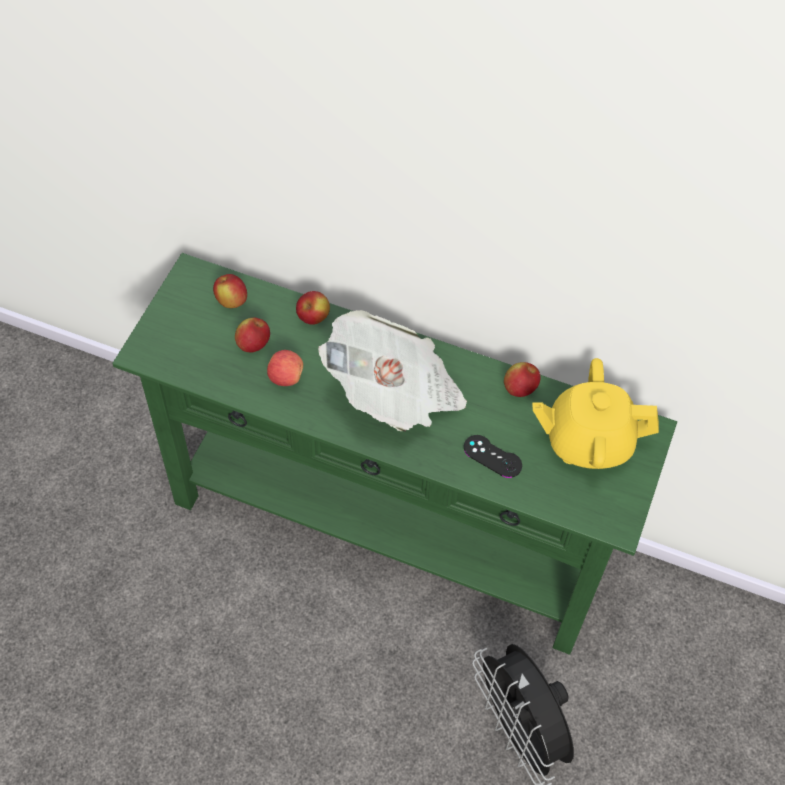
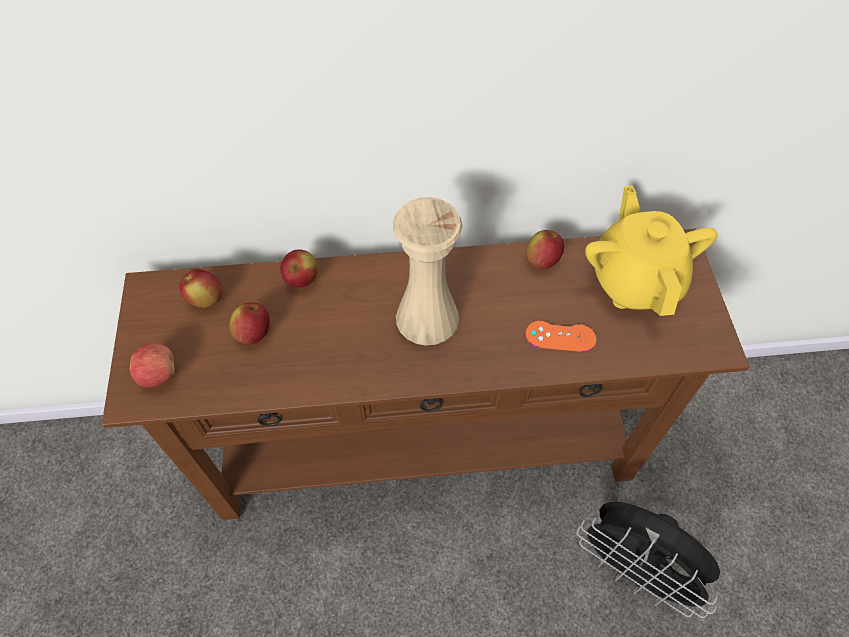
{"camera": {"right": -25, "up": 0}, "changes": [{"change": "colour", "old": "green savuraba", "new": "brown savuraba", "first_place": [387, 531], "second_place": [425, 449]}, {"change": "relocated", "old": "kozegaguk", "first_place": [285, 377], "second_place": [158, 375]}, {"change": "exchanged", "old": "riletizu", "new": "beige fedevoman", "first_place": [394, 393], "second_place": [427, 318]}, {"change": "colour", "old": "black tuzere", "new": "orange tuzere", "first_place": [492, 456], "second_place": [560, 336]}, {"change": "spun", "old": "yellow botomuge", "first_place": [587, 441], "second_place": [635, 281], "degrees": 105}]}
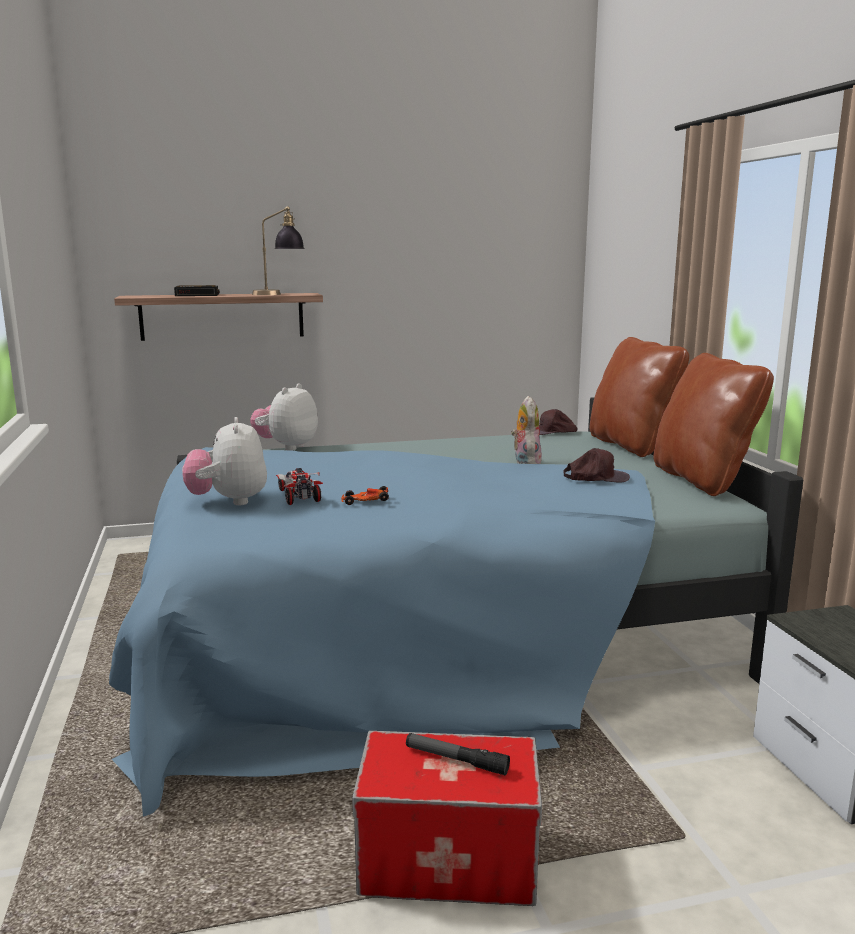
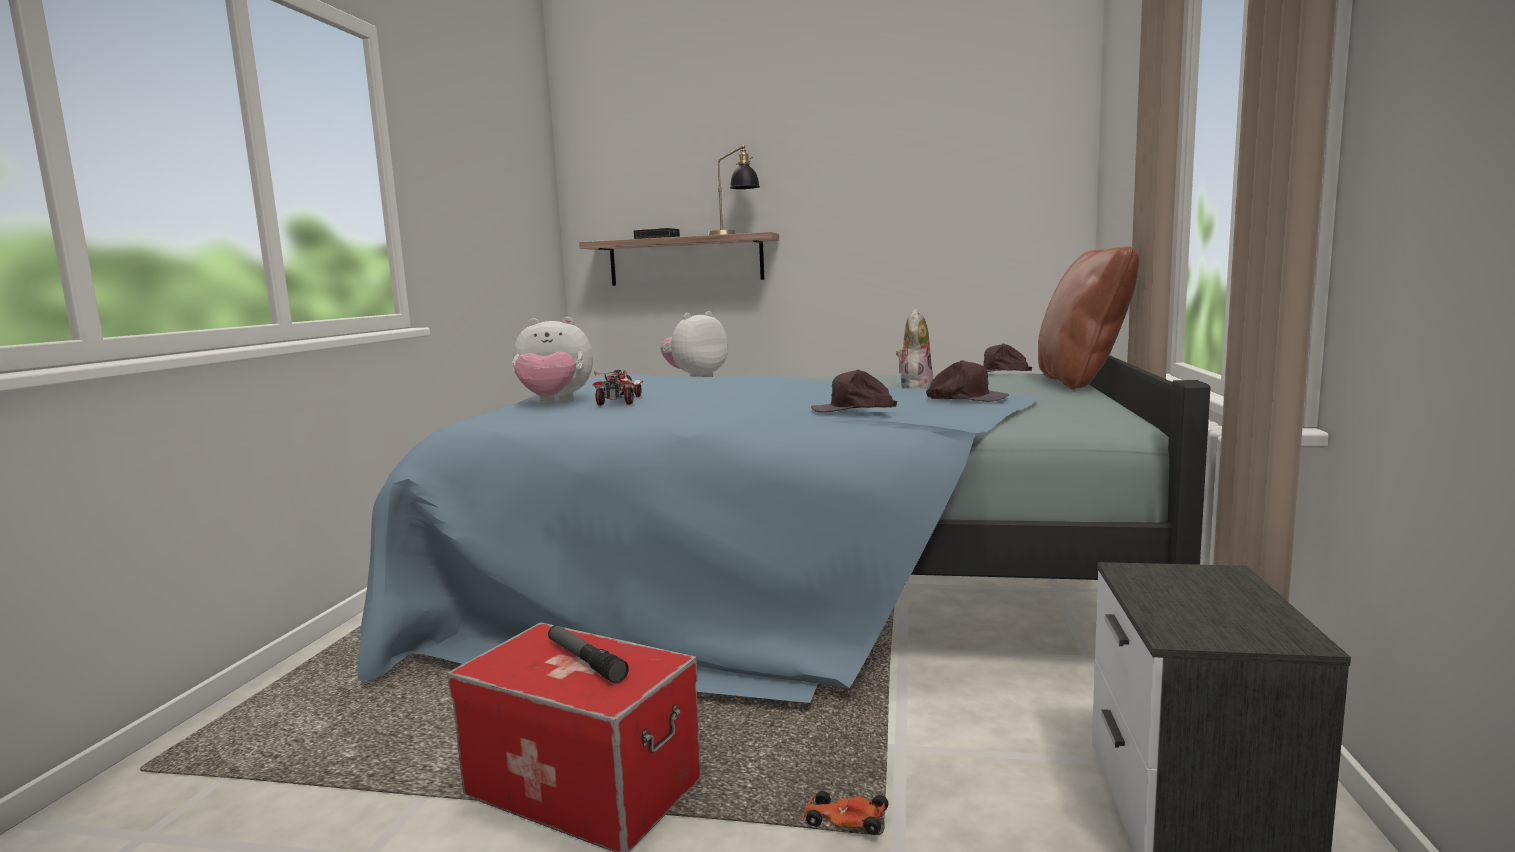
{"camera": {"right": 25, "up": -5}, "changes": [{"change": "spun", "old": "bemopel", "first_place": [228, 501], "second_place": [554, 402], "degrees": -105}, {"change": "relocated", "old": "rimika", "first_place": [364, 501], "second_place": [844, 821]}, {"change": "appeared", "new": "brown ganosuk", "second_place": [853, 409]}, {"change": "missing", "old": "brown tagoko", "first_place": [702, 480]}]}
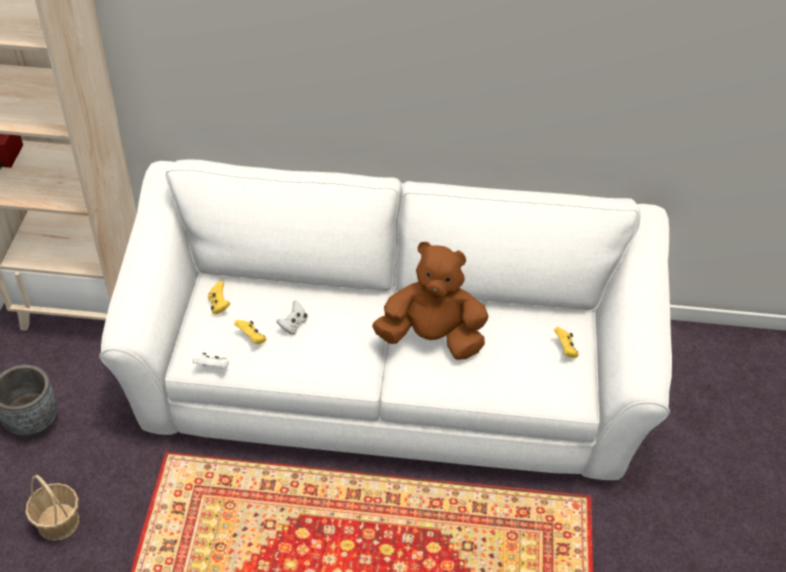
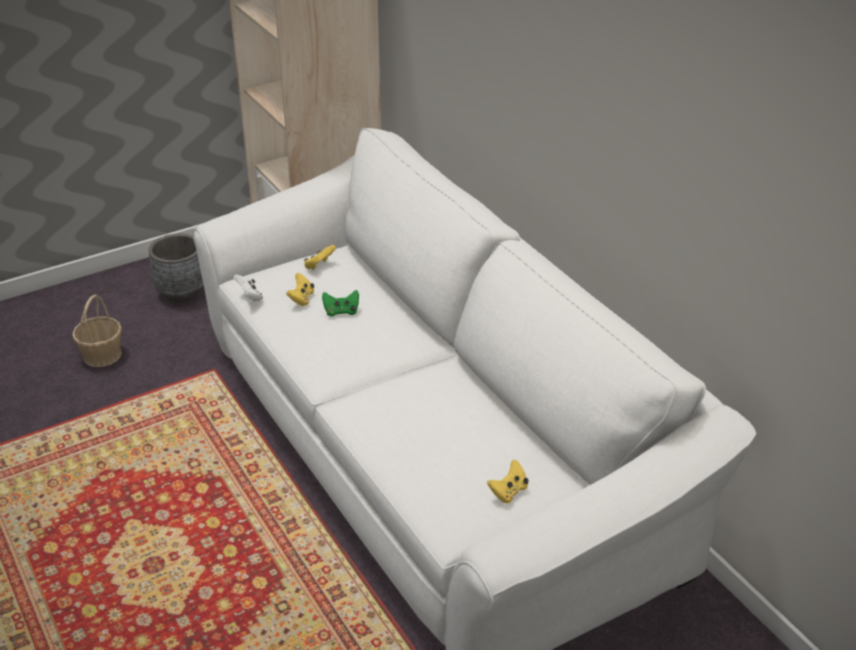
{"camera": {"right": 55, "up": -10}, "changes": [{"change": "colour", "old": "white tuzere", "new": "green tuzere", "first_place": [293, 325], "second_place": [341, 312]}, {"change": "missing", "old": "brown bemopel", "first_place": [431, 338]}]}
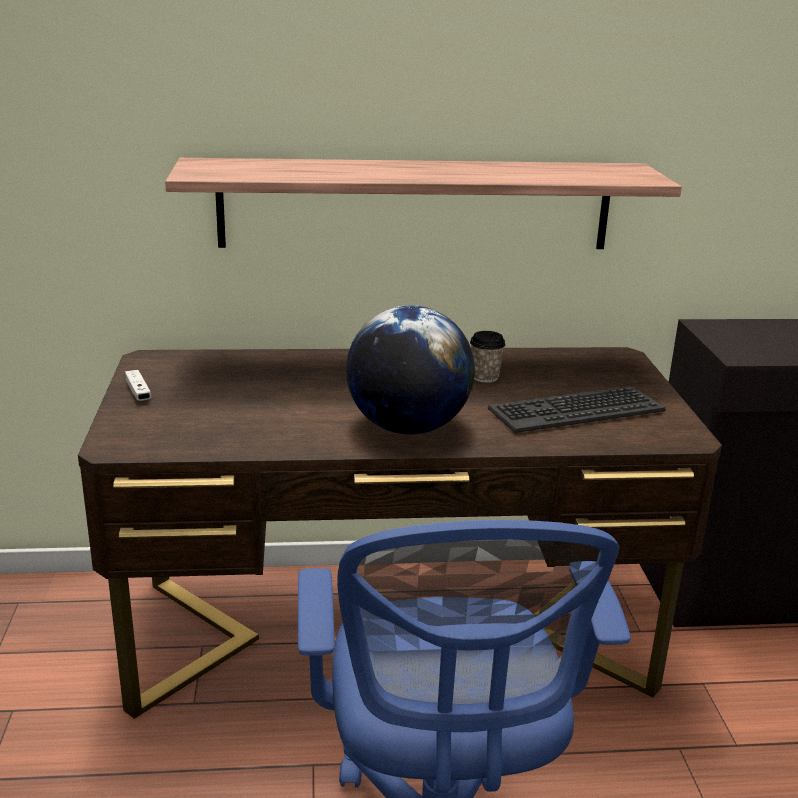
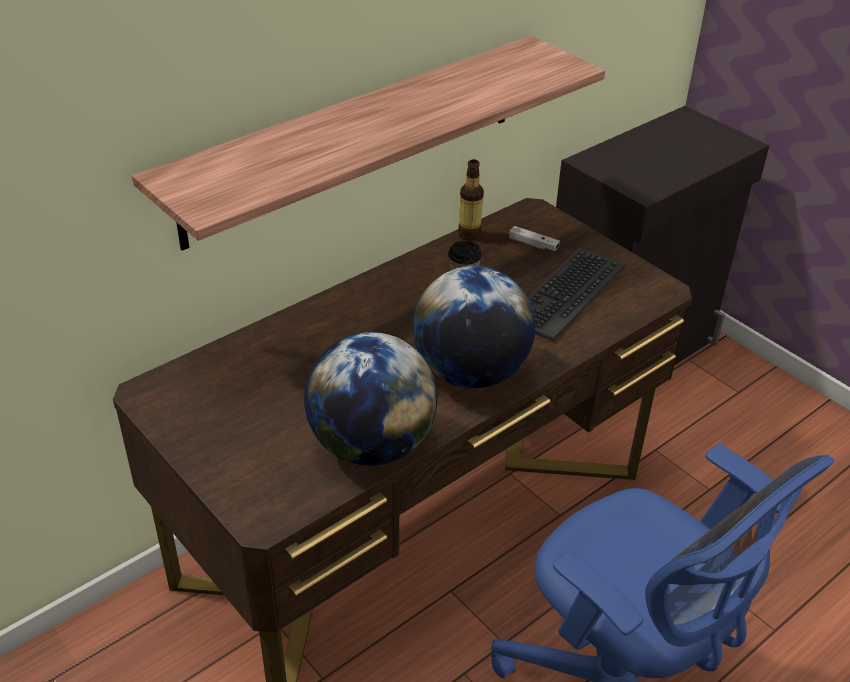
{"camera": {"right": -35, "up": 15}, "changes": [{"change": "appeared", "new": "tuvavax", "second_place": [371, 445]}, {"change": "appeared", "new": "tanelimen", "second_place": [469, 234]}, {"change": "relocated", "old": "white tuzere", "first_place": [138, 392], "second_place": [533, 244]}]}
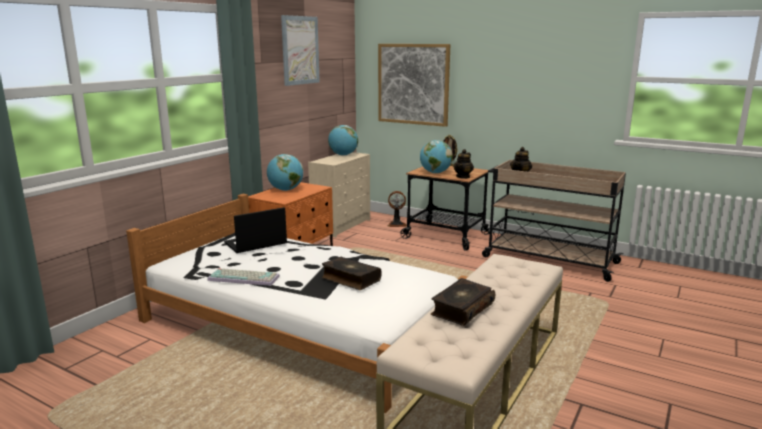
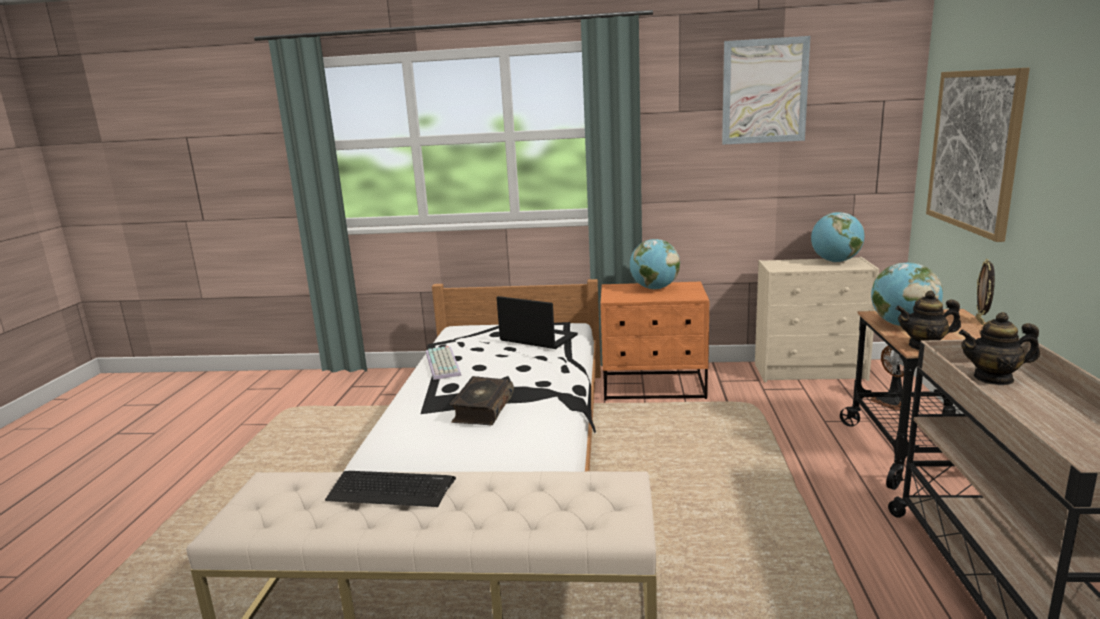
{"camera": {"right": 65, "up": 0}, "changes": [{"change": "exchanged", "old": "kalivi", "new": "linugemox", "first_place": [461, 309], "second_place": [391, 490]}]}
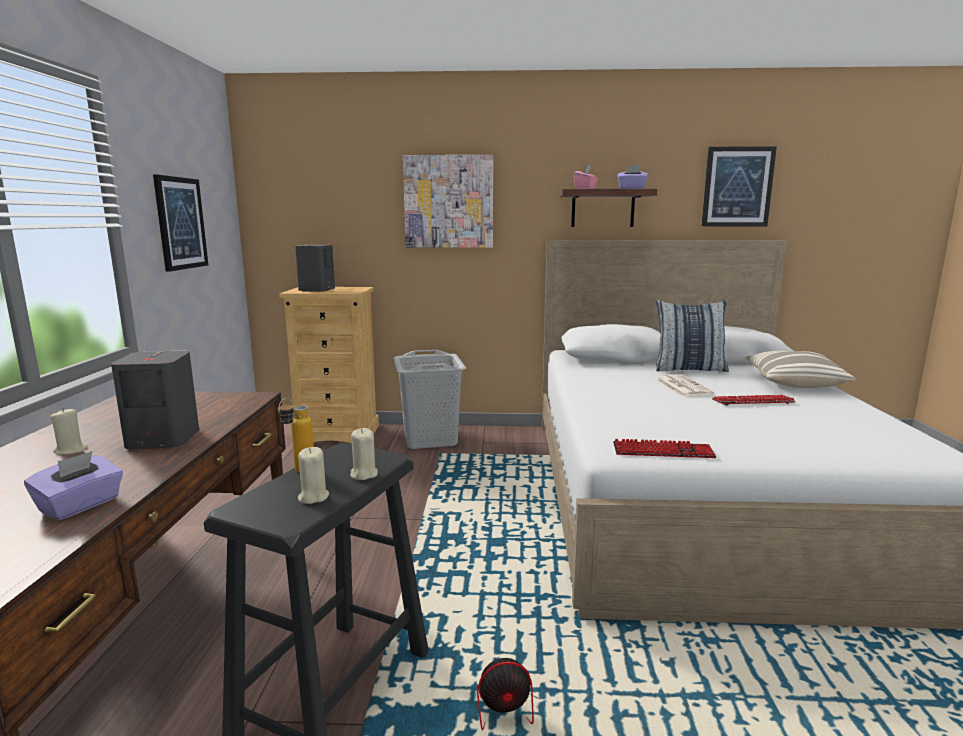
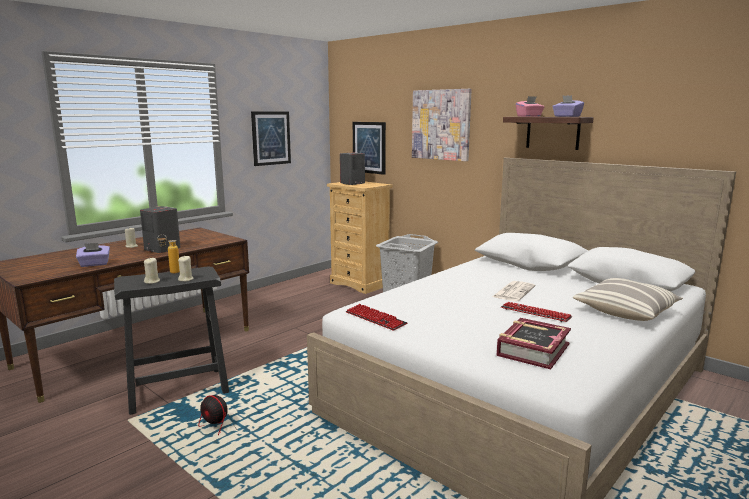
{"camera": {"right": 40, "up": 0}, "changes": [{"change": "relocated", "old": "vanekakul", "first_place": [737, 187], "second_place": [369, 147]}, {"change": "appeared", "new": "kalivi", "second_place": [532, 350]}, {"change": "missing", "old": "tagoko", "first_place": [689, 369]}]}
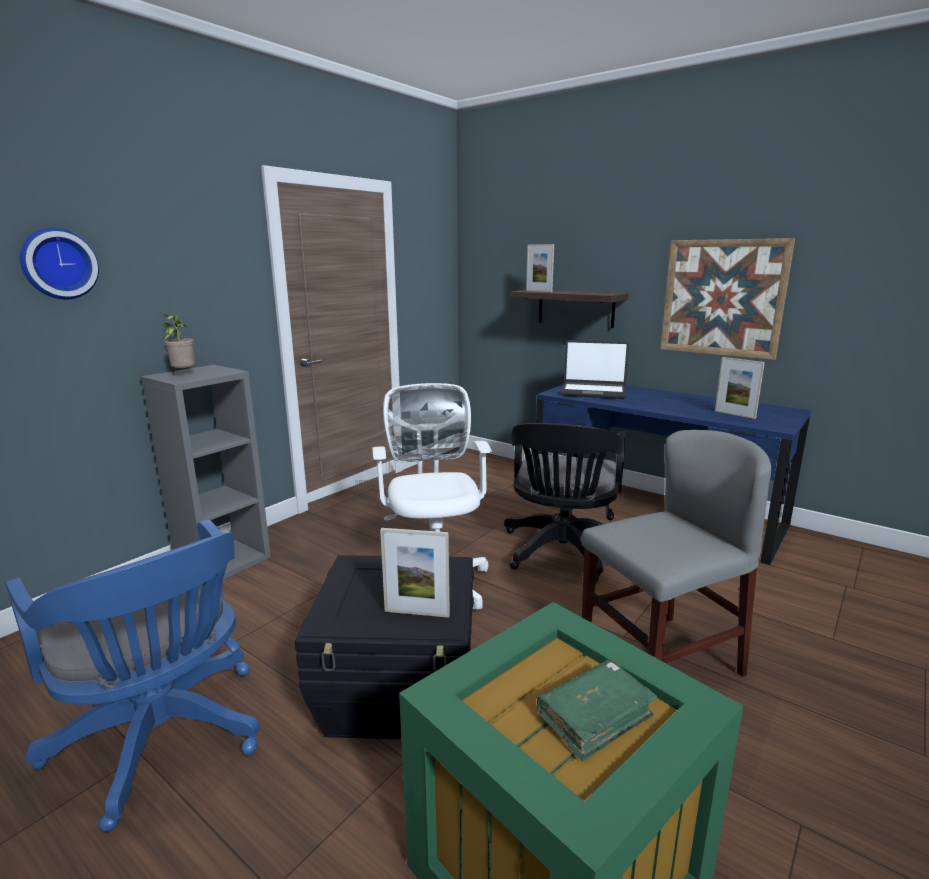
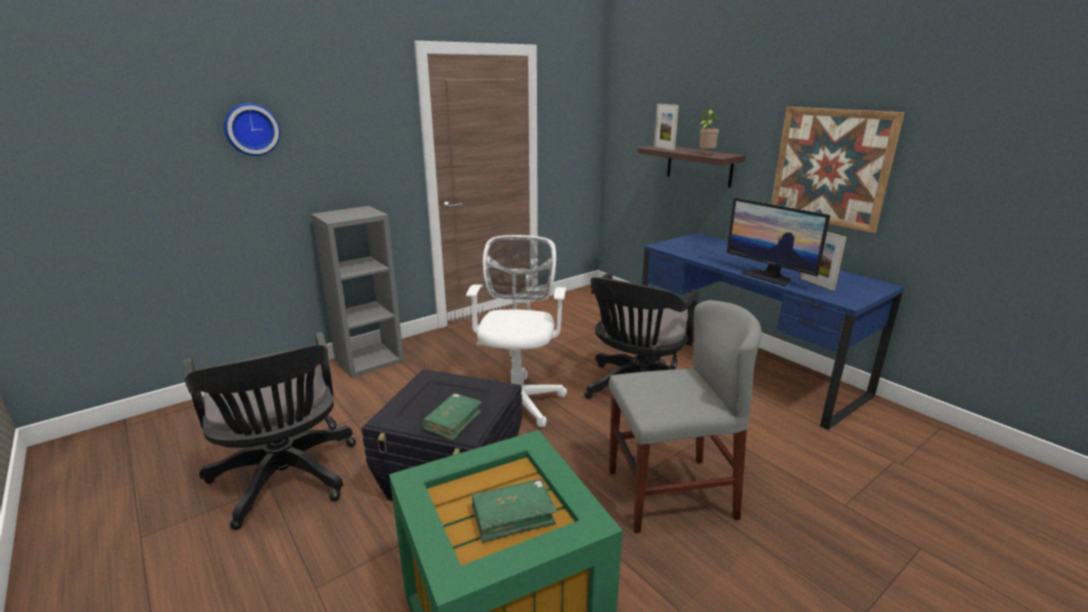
{"camera": {"right": 15, "up": 5}, "changes": [{"change": "colour", "old": "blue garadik", "new": "black garadik", "first_place": [164, 741], "second_place": [286, 481]}, {"change": "exchanged", "old": "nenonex", "new": "green kalivi", "first_place": [417, 613], "second_place": [453, 422]}, {"change": "relocated", "old": "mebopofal", "first_place": [183, 374], "second_place": [705, 154]}, {"change": "appeared", "new": "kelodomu", "second_place": [769, 277]}, {"change": "missing", "old": "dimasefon", "first_place": [593, 392]}]}
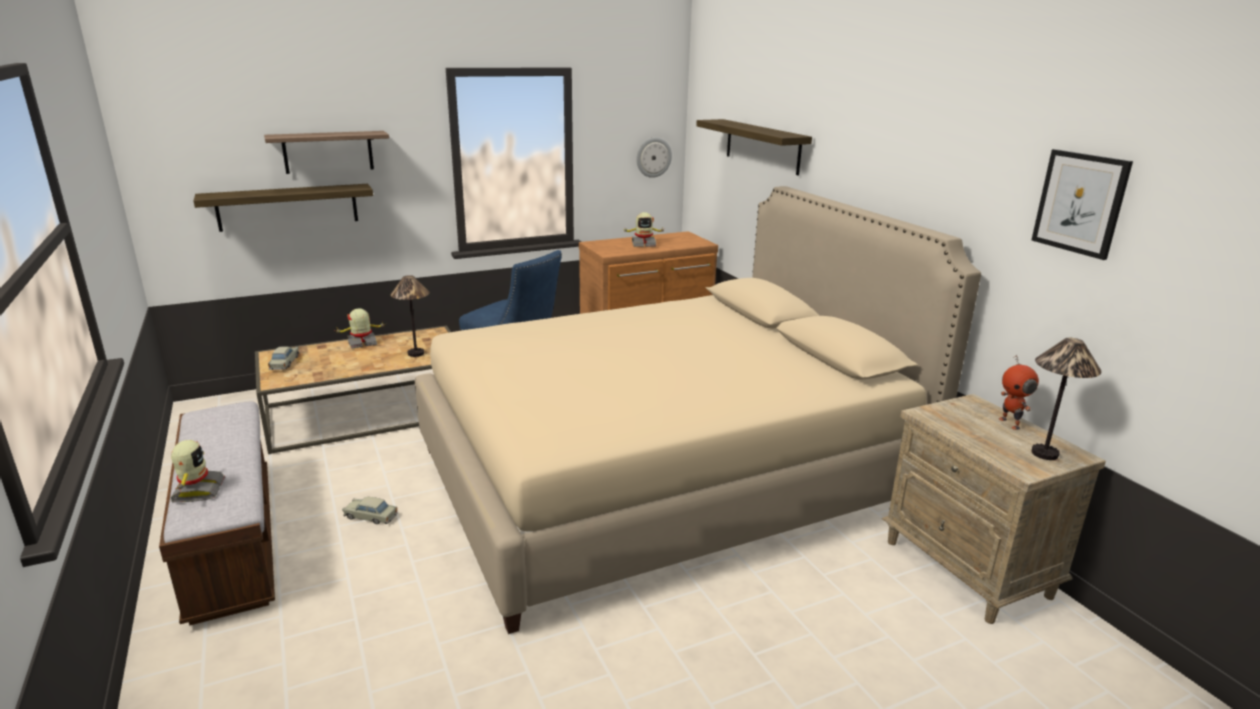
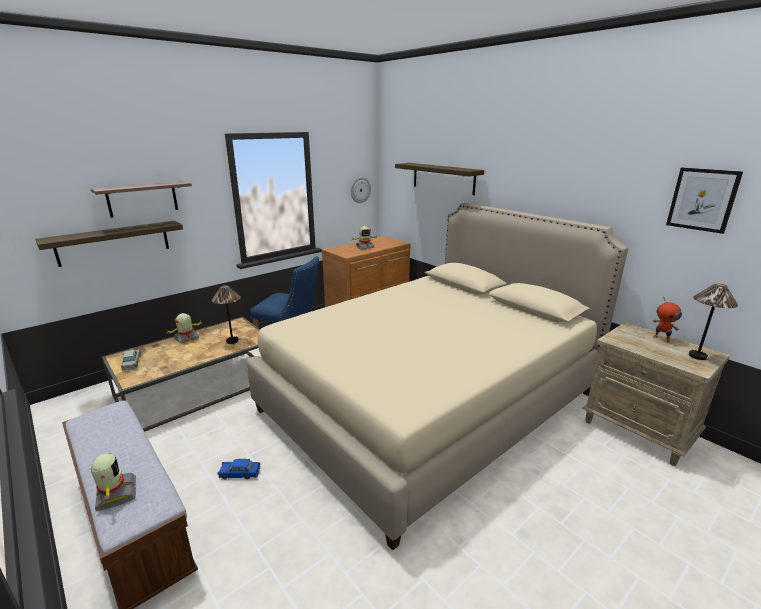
{"camera": {"right": -15, "up": 0}, "changes": [{"change": "colour", "old": "beige rimika", "new": "blue rimika", "first_place": [370, 516], "second_place": [240, 473]}]}
